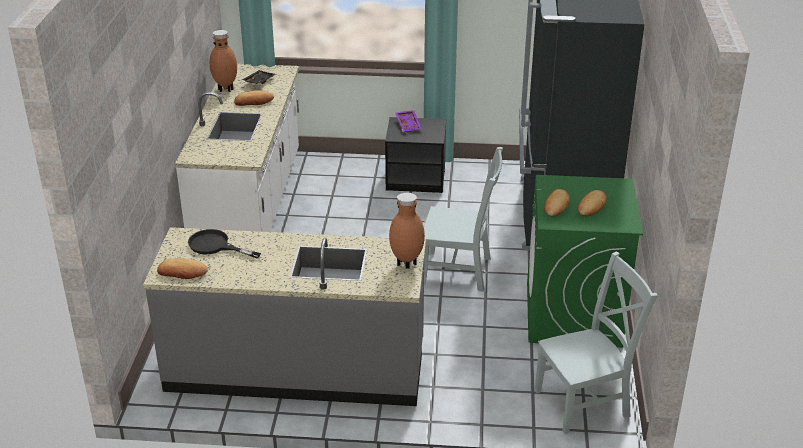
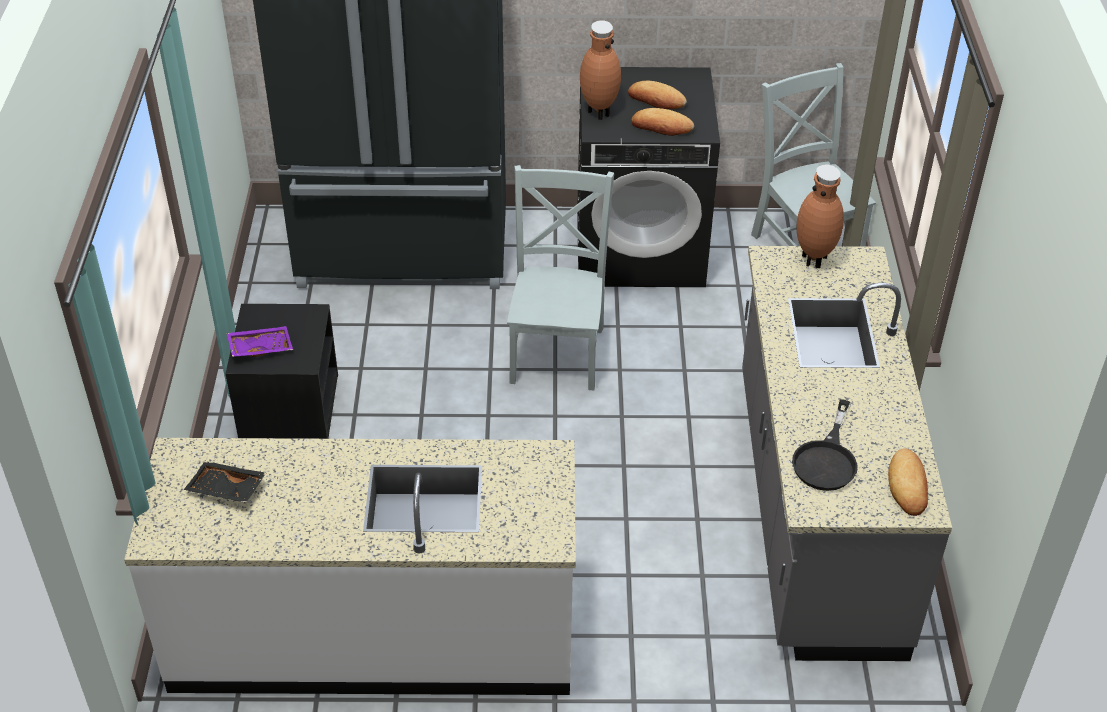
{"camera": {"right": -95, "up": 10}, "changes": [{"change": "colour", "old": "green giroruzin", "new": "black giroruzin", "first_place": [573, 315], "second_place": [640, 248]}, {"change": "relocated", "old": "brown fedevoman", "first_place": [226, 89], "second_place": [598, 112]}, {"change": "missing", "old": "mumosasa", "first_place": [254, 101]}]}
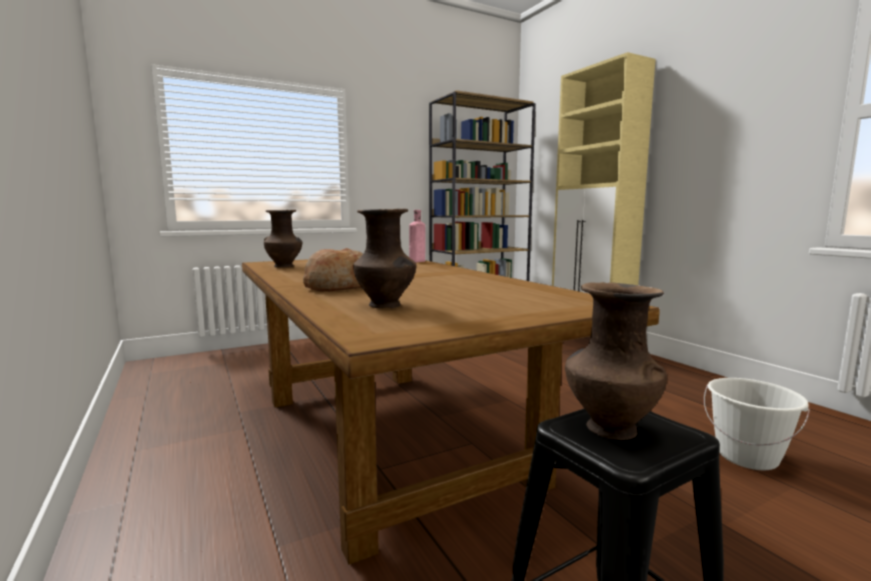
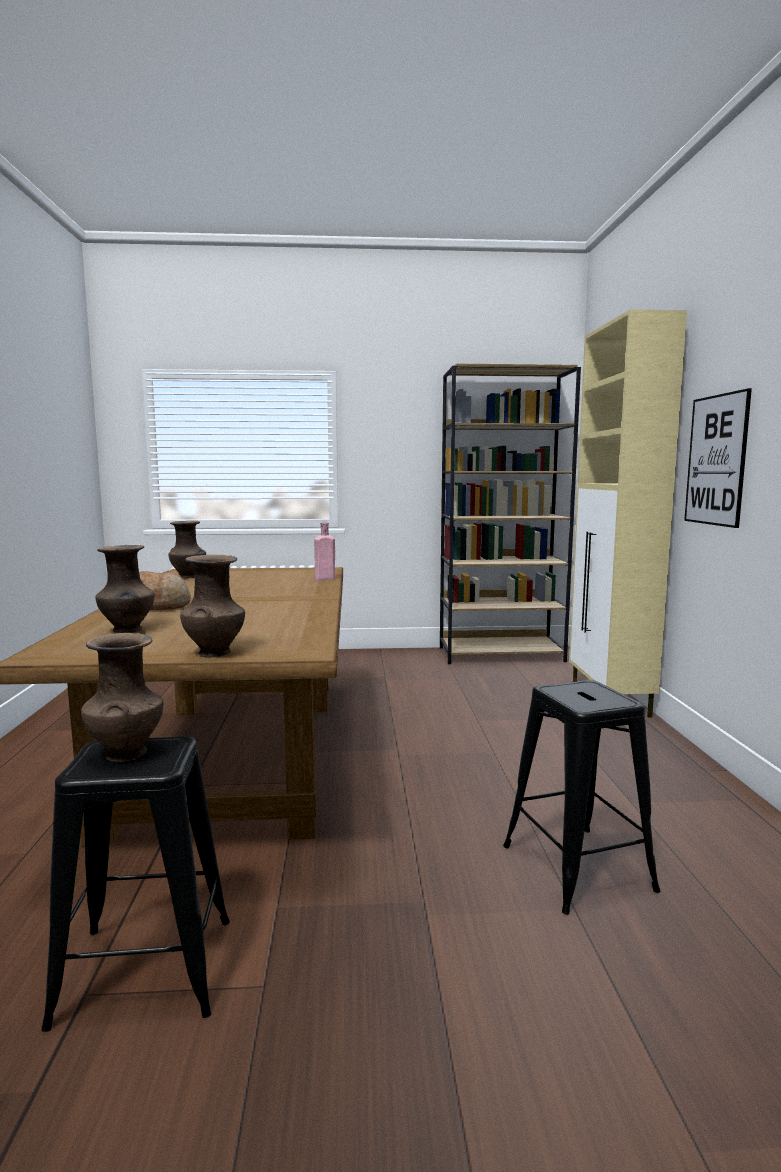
{"camera": {"right": 25, "up": 0}, "changes": [{"change": "appeared", "new": "brown fedevoman", "second_place": [214, 653]}, {"change": "exchanged", "old": "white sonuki", "new": "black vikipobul", "first_place": [747, 457], "second_place": [576, 867]}, {"change": "appeared", "new": "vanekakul", "second_place": [716, 460]}]}
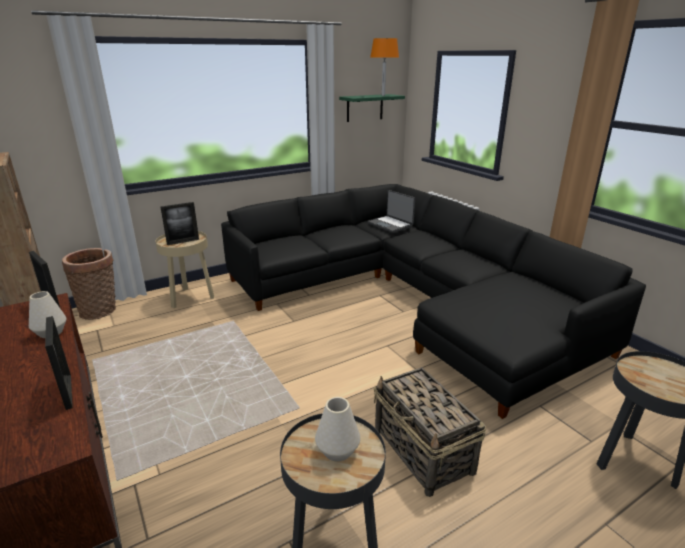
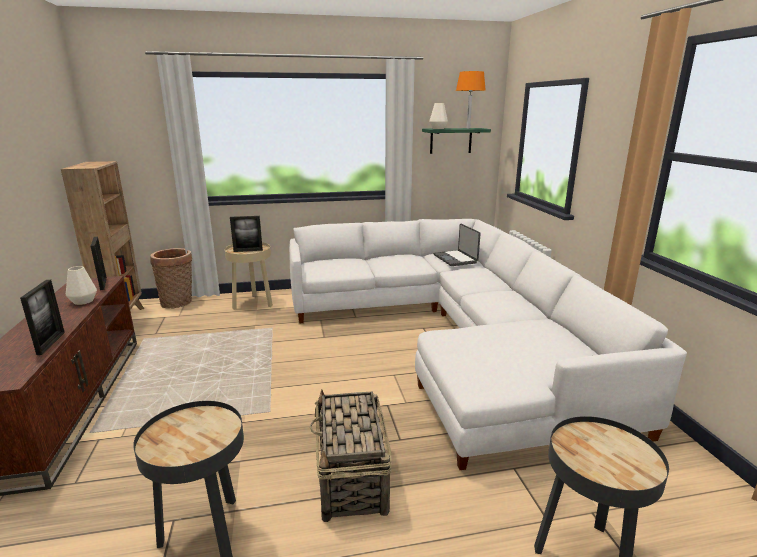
{"camera": {"right": 20, "up": -5}, "changes": [{"change": "colour", "old": "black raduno", "new": "white raduno", "first_place": [411, 298], "second_place": [453, 336]}, {"change": "relocated", "old": "white fedevoman", "first_place": [337, 450], "second_place": [438, 128]}]}
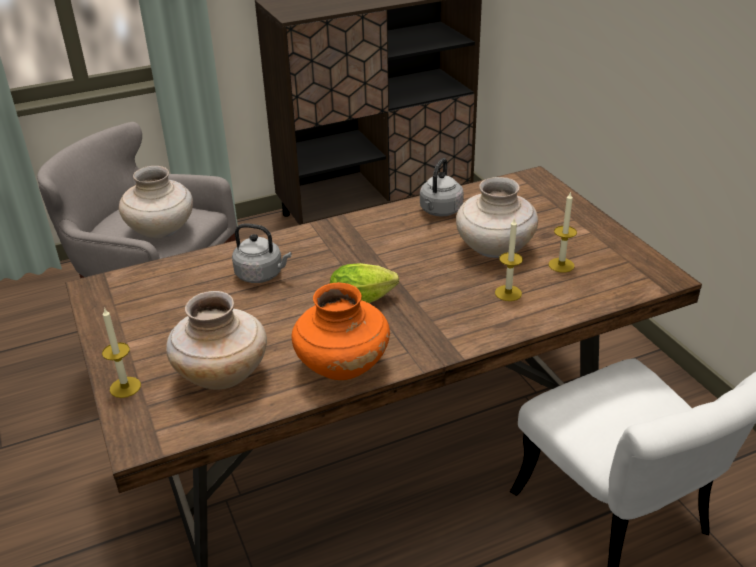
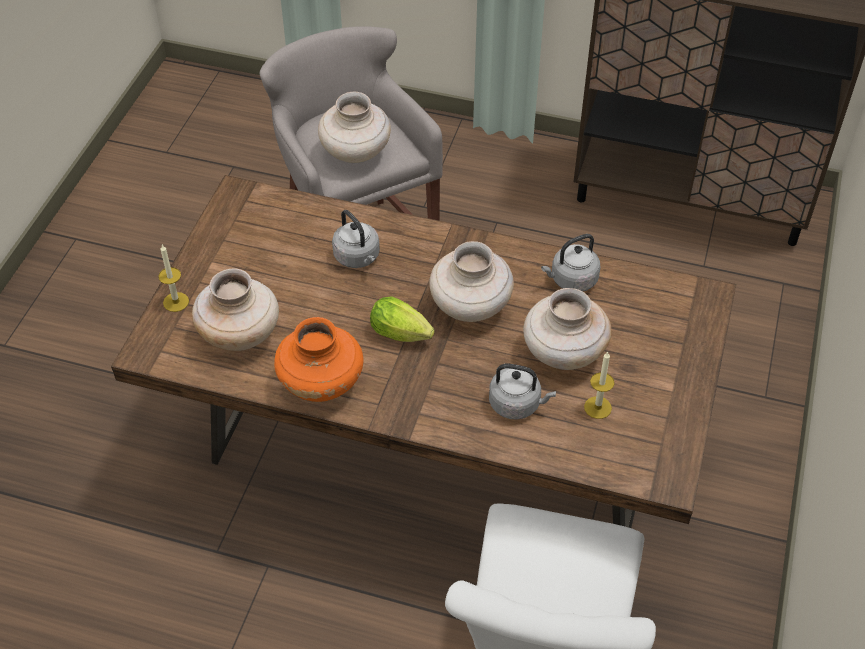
{"camera": {"right": 40, "up": 15}, "changes": [{"change": "appeared", "new": "beige fedevoman", "second_place": [470, 307]}, {"change": "exchanged", "old": "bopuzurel", "new": "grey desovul", "first_place": [508, 293], "second_place": [517, 404]}]}
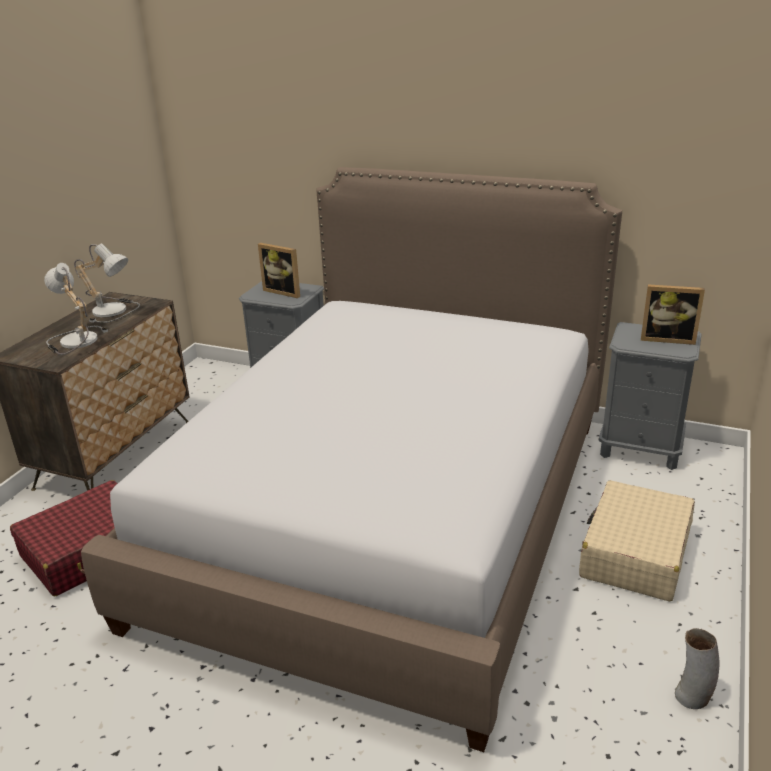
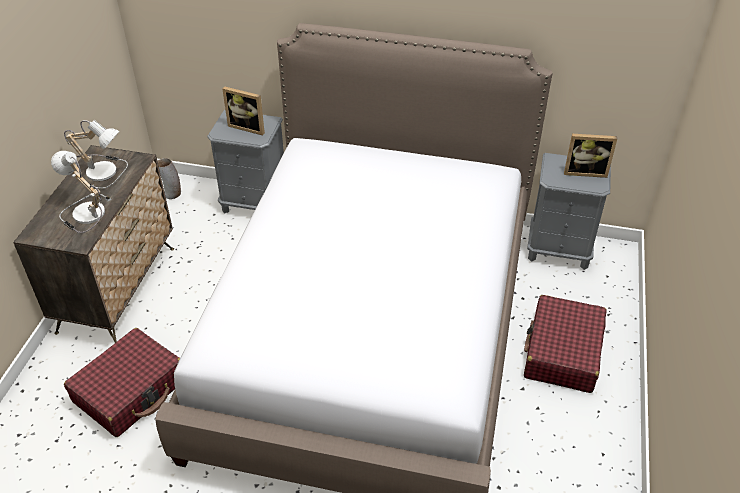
{"camera": {"right": -10, "up": 15}, "changes": [{"change": "relocated", "old": "fedevoman", "first_place": [692, 696], "second_place": [172, 194]}, {"change": "colour", "old": "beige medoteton", "new": "red medoteton", "first_place": [634, 554], "second_place": [562, 353]}]}
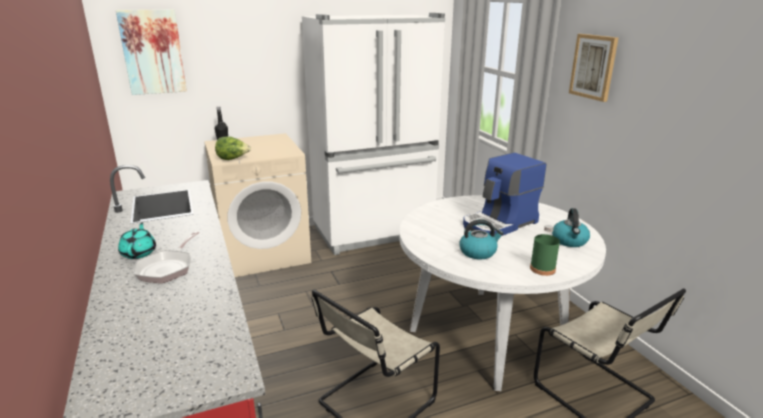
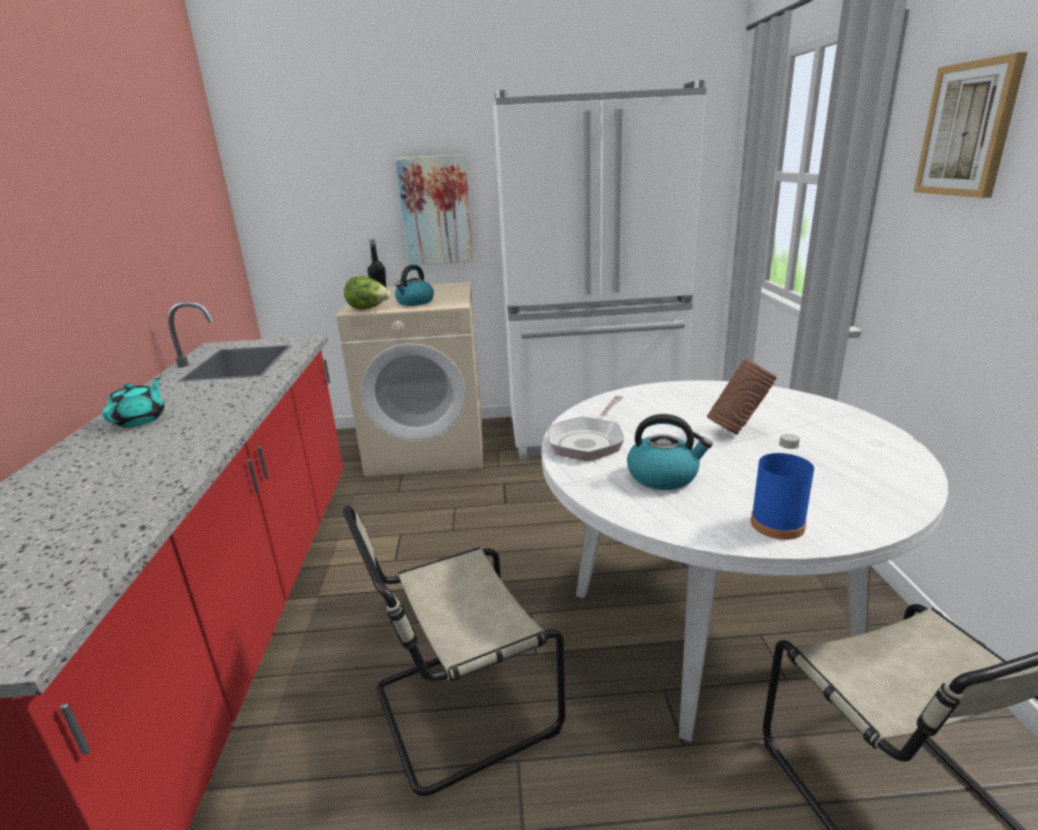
{"camera": {"right": 20, "up": 0}, "changes": [{"change": "relocated", "old": "vanekakul", "first_place": [153, 52], "second_place": [436, 211]}, {"change": "relocated", "old": "desovul", "first_place": [570, 241], "second_place": [415, 302]}, {"change": "relocated", "old": "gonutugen", "first_place": [167, 268], "second_place": [588, 441]}, {"change": "exchanged", "old": "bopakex", "new": "brown fedevoman", "first_place": [500, 224], "second_place": [737, 431]}, {"change": "colour", "old": "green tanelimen", "new": "blue tanelimen", "first_place": [542, 269], "second_place": [777, 524]}]}
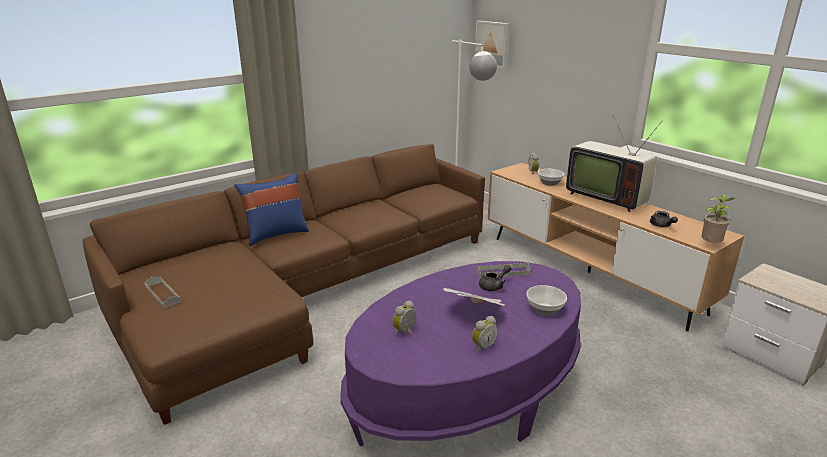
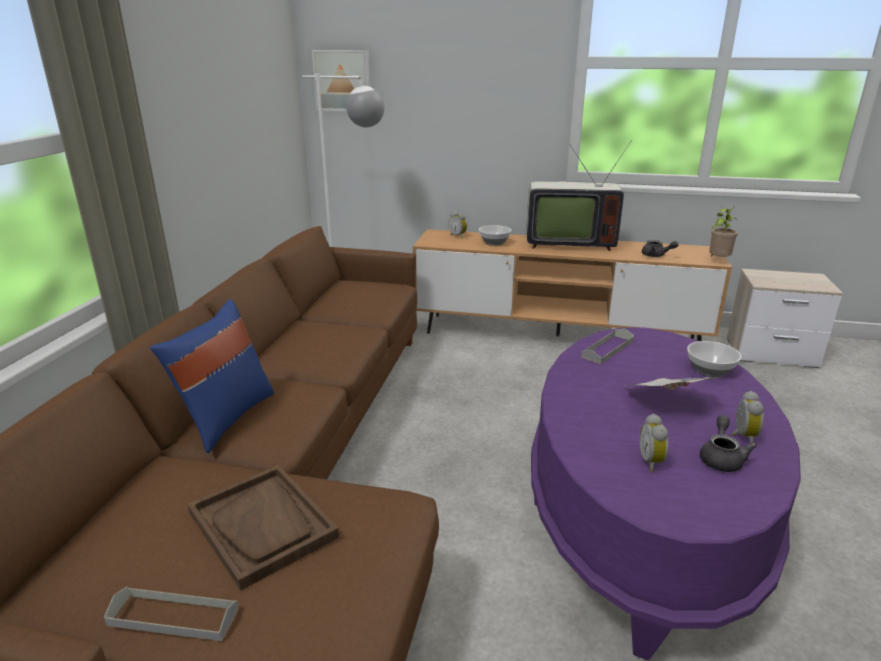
{"camera": {"right": -40, "up": 0}, "changes": [{"change": "appeared", "new": "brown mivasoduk", "second_place": [263, 525]}, {"change": "relocated", "old": "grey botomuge", "first_place": [494, 286], "second_place": [721, 458]}]}
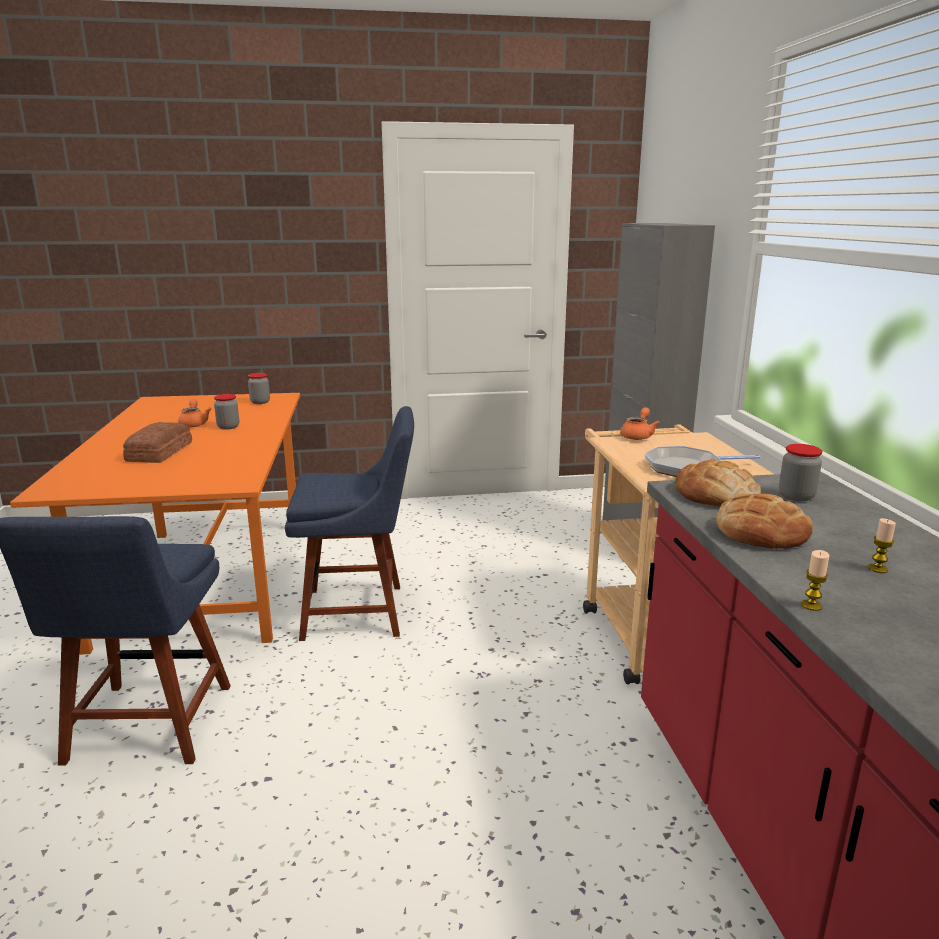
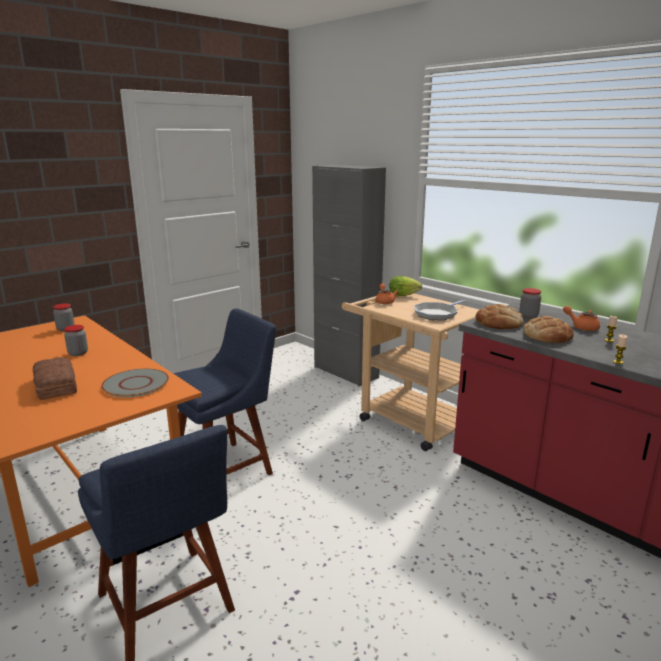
{"camera": {"right": -35, "up": 0}, "changes": [{"change": "appeared", "new": "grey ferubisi", "second_place": [136, 384]}, {"change": "appeared", "new": "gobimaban", "second_place": [405, 295]}, {"change": "relocated", "old": "orange botomuge", "first_place": [194, 423], "second_place": [582, 327]}]}
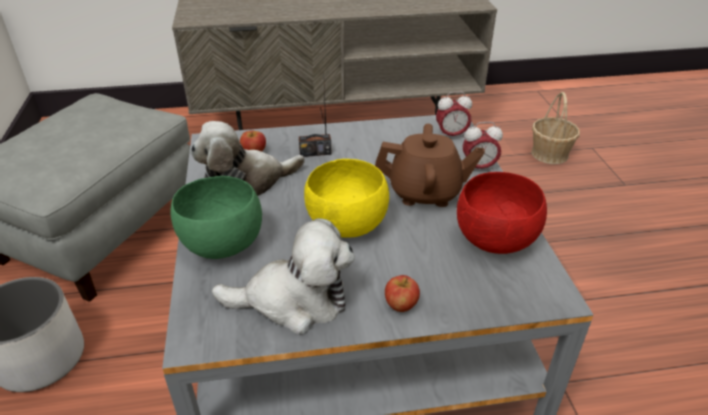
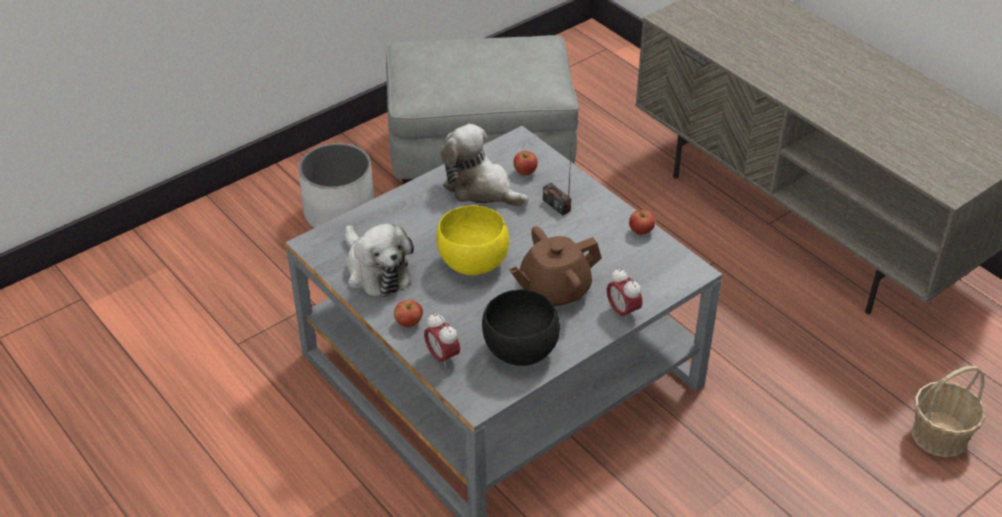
{"camera": {"right": 60, "up": 5}, "changes": [{"change": "relocated", "old": "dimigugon", "first_place": [451, 135], "second_place": [442, 357]}, {"change": "colour", "old": "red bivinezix", "new": "black bivinezix", "first_place": [495, 242], "second_place": [519, 352]}, {"change": "spun", "old": "brown botomuge", "first_place": [425, 192], "second_place": [554, 291], "degrees": 90}, {"change": "appeared", "new": "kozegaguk", "second_place": [641, 231]}, {"change": "missing", "old": "green bivinezix", "first_place": [221, 245]}]}
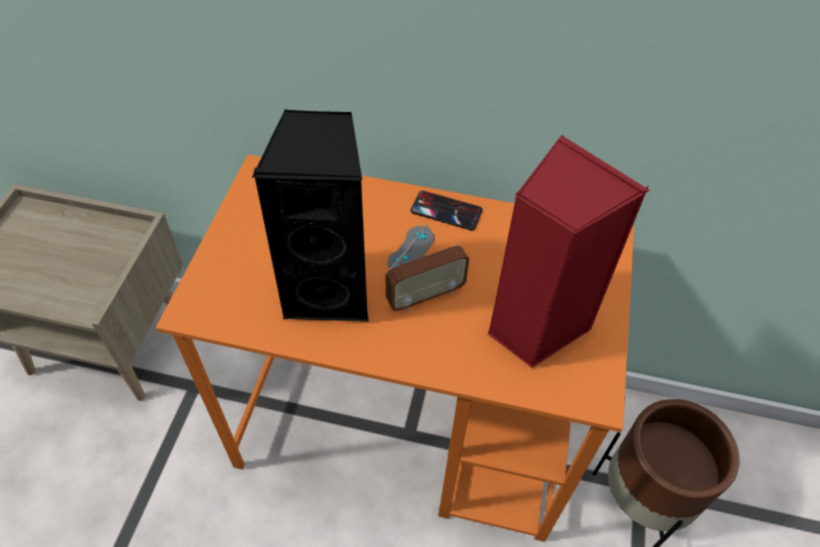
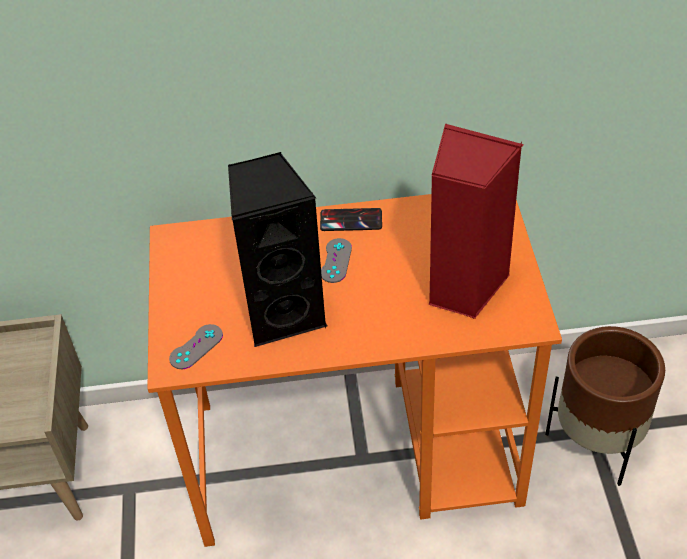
{"camera": {"right": -15, "up": -5}, "changes": [{"change": "appeared", "new": "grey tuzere", "second_place": [196, 347]}, {"change": "missing", "old": "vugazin", "first_place": [425, 296]}]}
